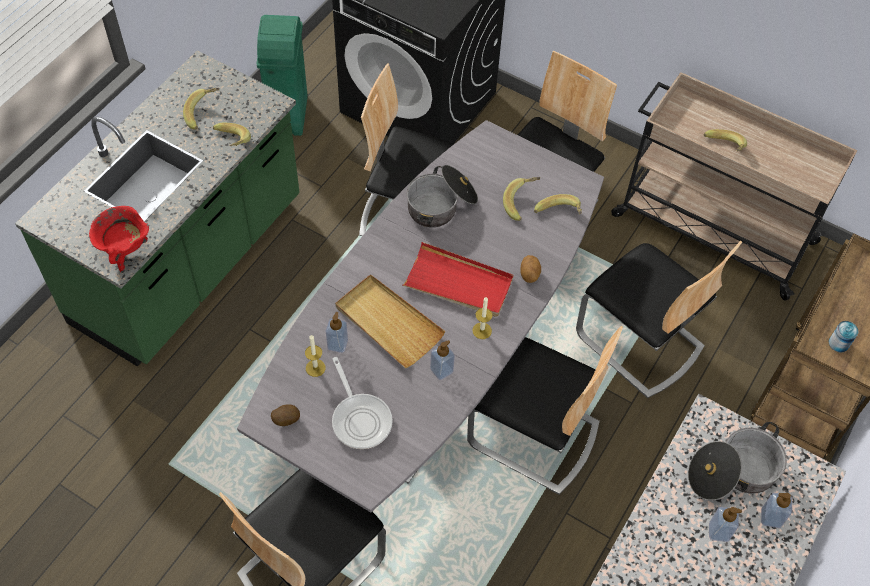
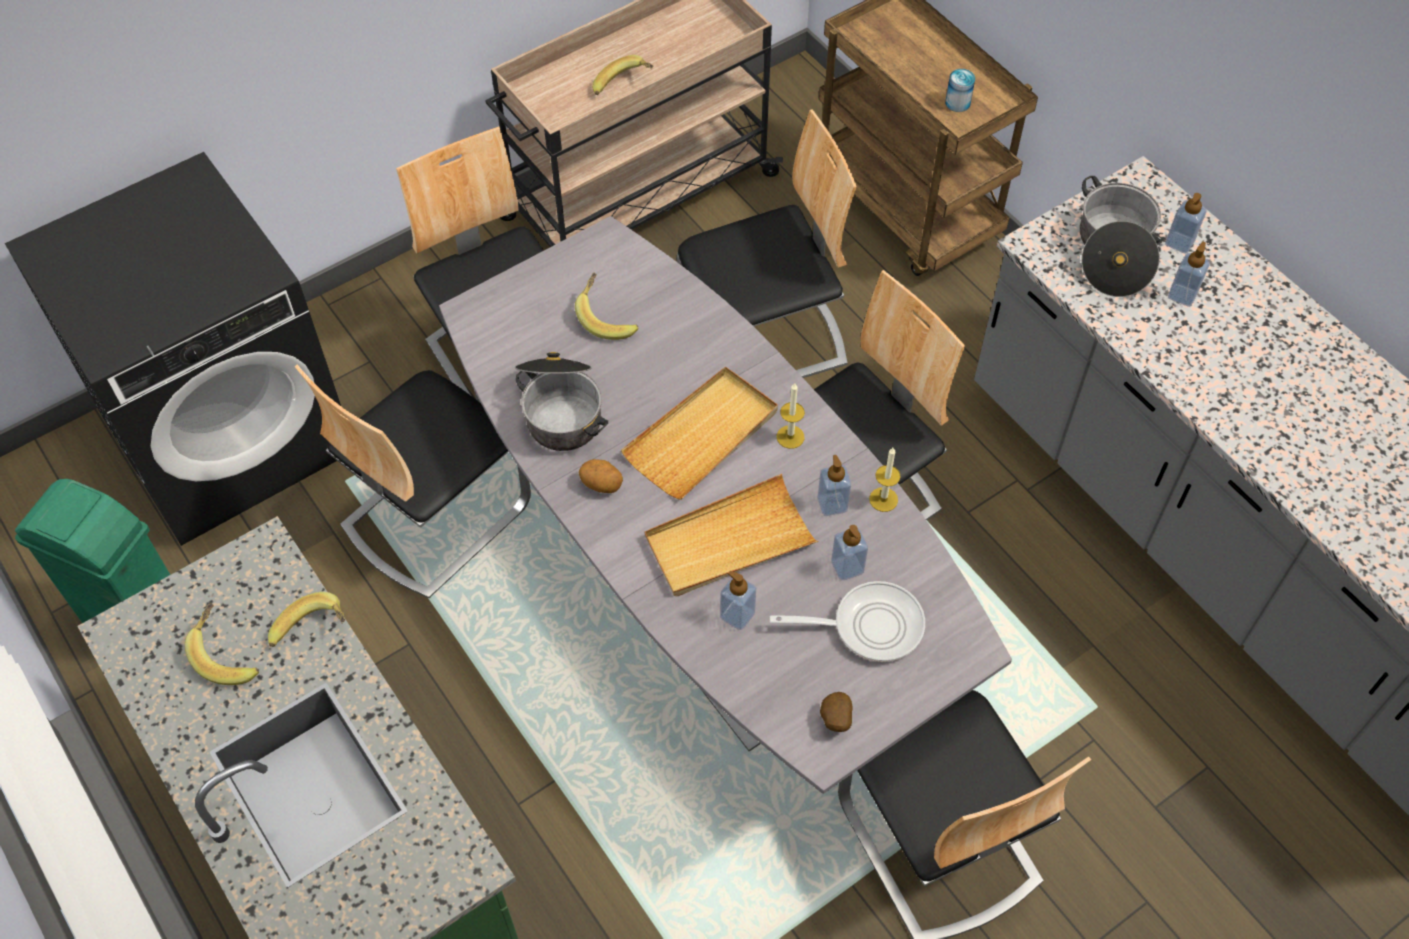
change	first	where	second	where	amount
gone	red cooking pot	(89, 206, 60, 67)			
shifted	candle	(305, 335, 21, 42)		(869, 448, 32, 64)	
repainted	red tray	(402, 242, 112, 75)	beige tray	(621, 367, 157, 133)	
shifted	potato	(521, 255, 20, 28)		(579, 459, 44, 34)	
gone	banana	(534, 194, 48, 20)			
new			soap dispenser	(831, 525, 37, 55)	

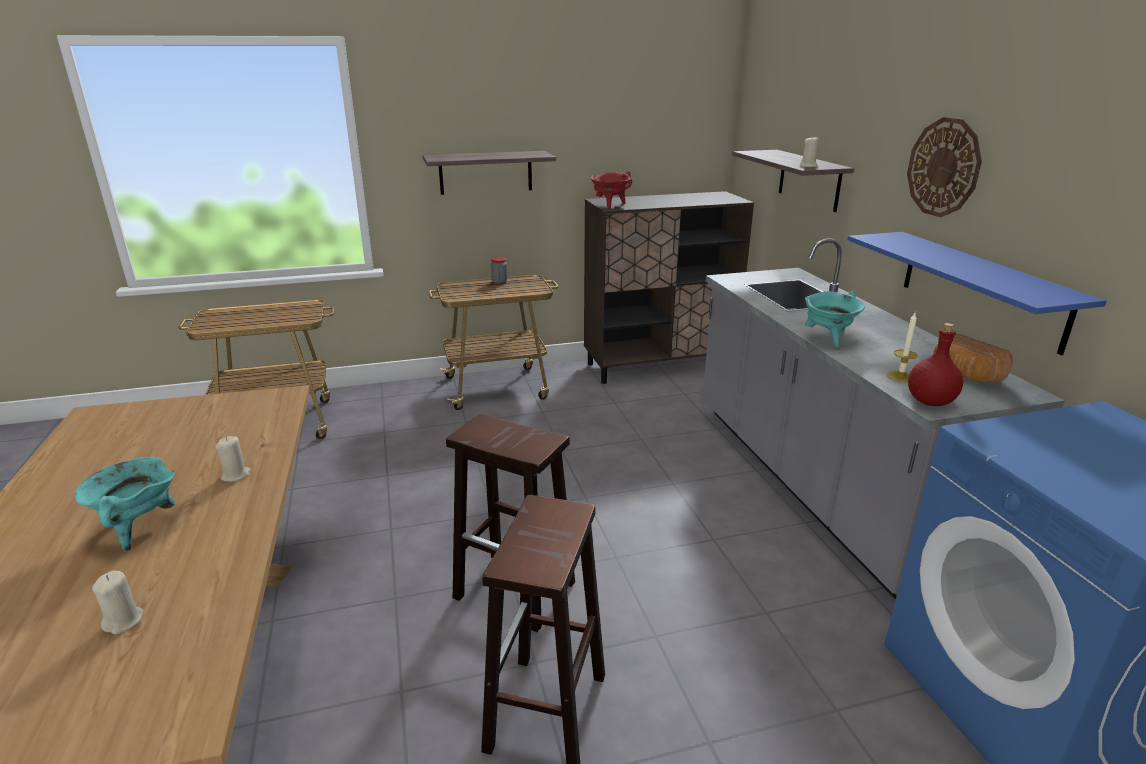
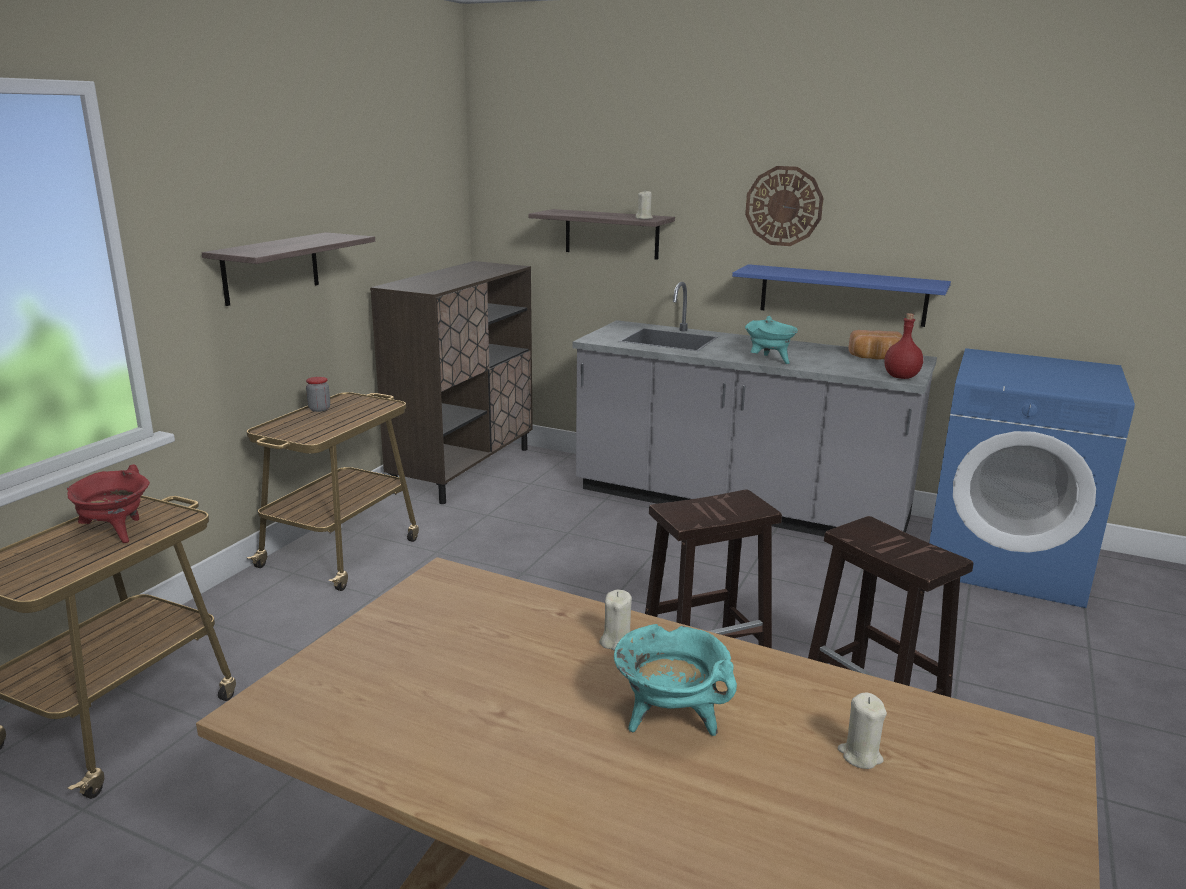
change	first	where	second	where	amount
shifted	red cooking pot	(590, 171, 42, 38)		(67, 464, 83, 79)	
gone	candle	(887, 313, 31, 69)			

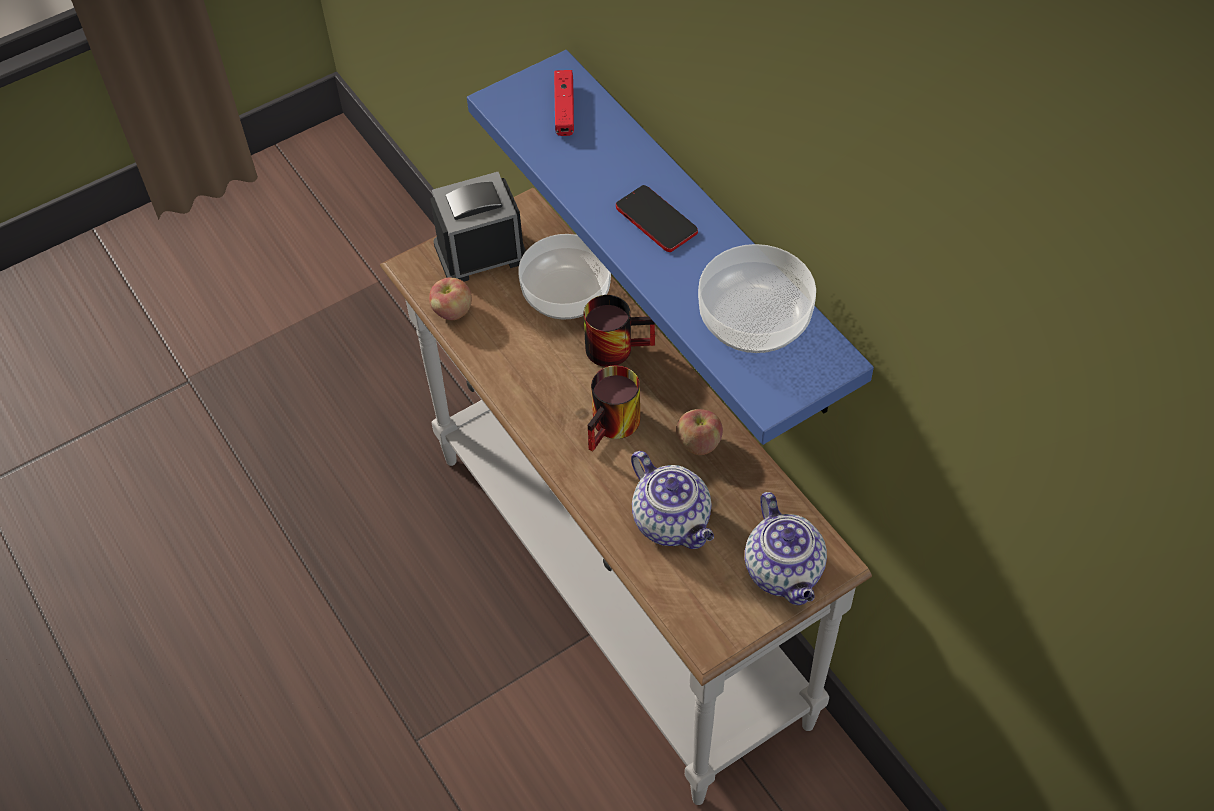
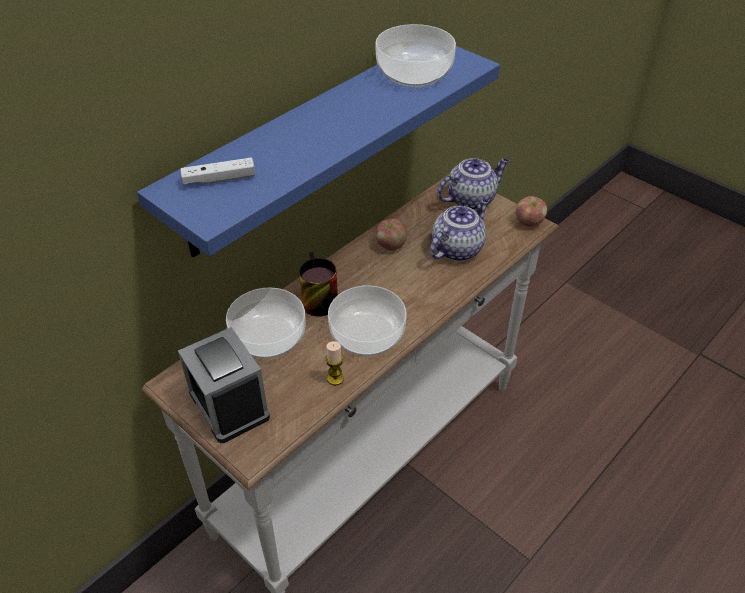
change	first	where	second	where	amount
shifted	apple	(429, 278, 43, 42)		(516, 196, 31, 31)	
repainted	red game controller	(554, 70, 20, 66)	white game controller	(180, 158, 75, 26)	
gone	mug	(588, 365, 52, 87)			
gone	phone	(616, 185, 82, 67)			
new			candle	(325, 341, 19, 44)	
new			bowl	(328, 285, 78, 71)	

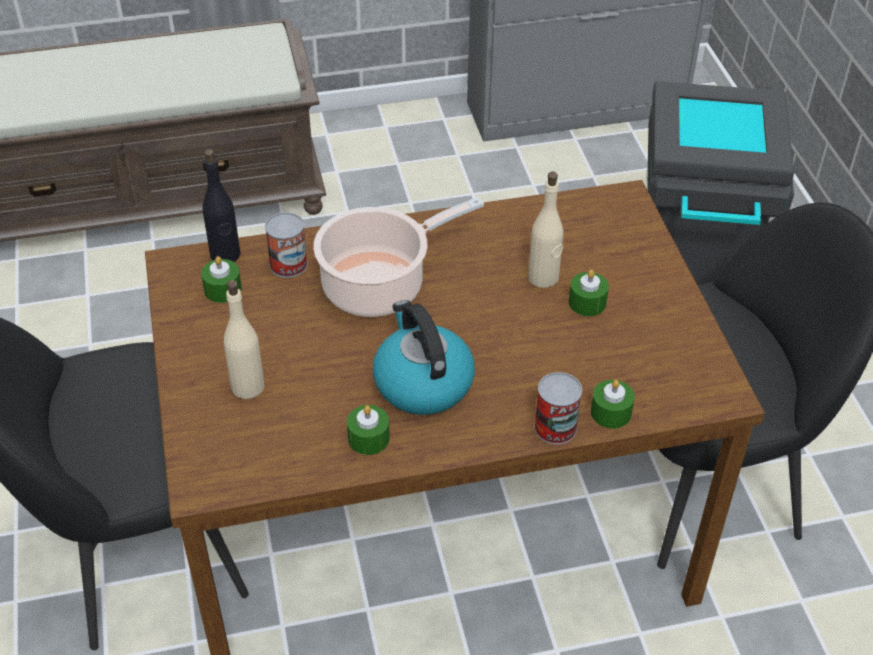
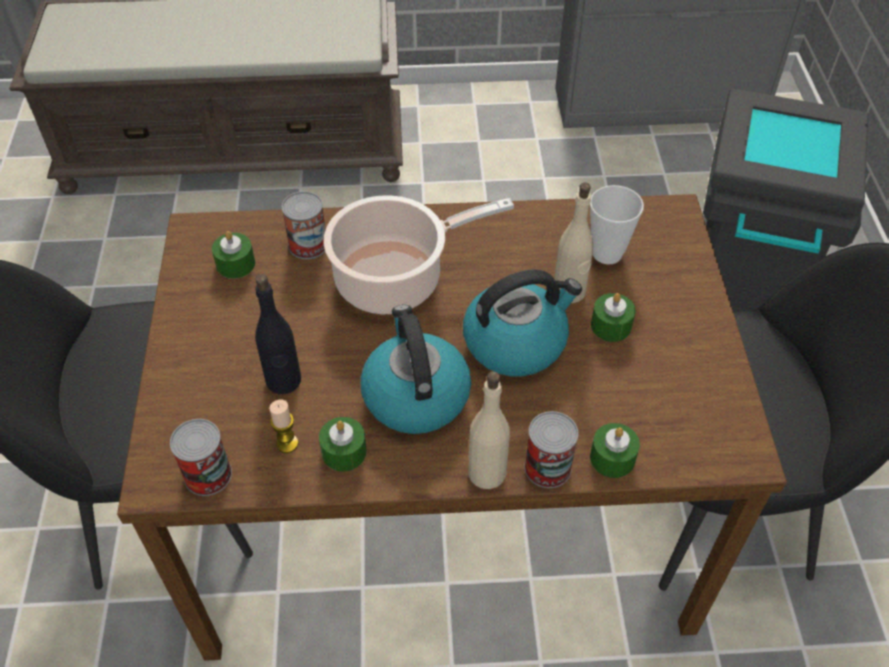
change	first	where	second	where	amount
shifted	black bottle	(202, 149, 39, 113)		(255, 274, 46, 120)	
shifted	beige bottle	(224, 280, 41, 119)		(468, 371, 42, 118)	
new			can	(170, 419, 62, 77)	
new			candle	(269, 399, 29, 54)	
new			kettle	(463, 269, 119, 107)	
new			cup	(590, 185, 54, 79)	

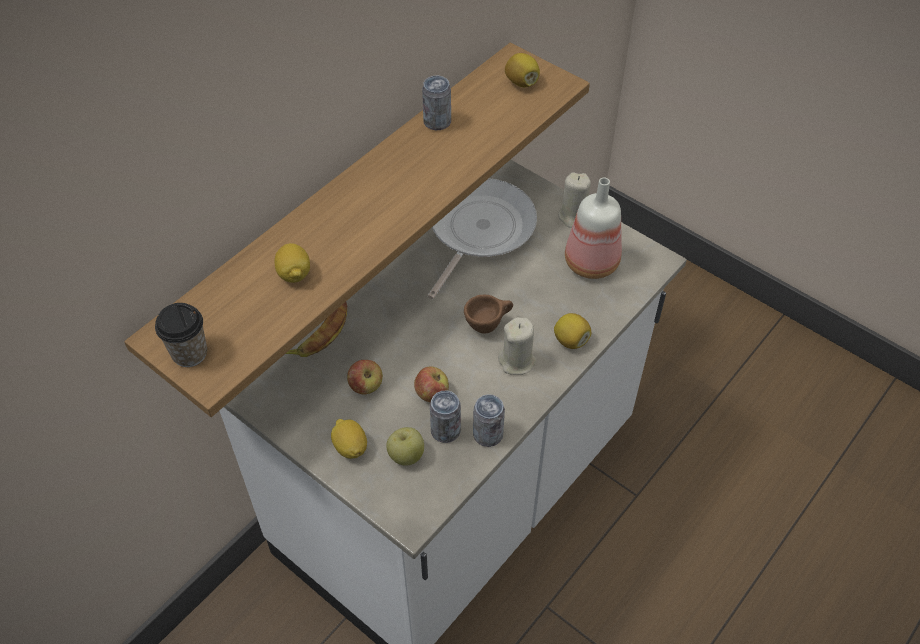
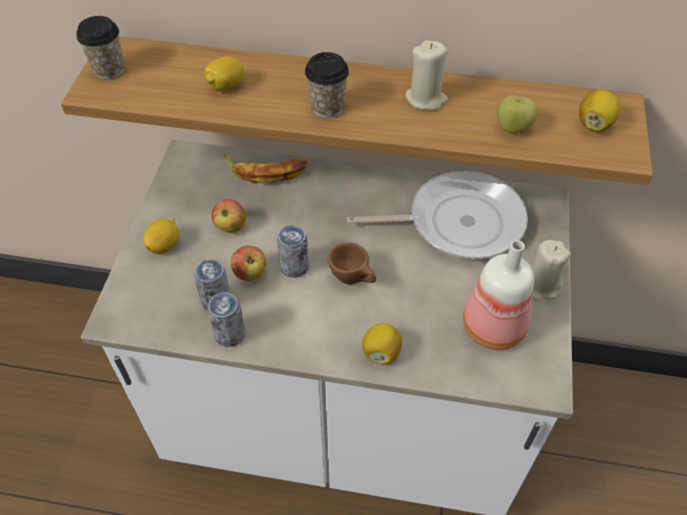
change	first	where	second	where	amount
shifted	apple	(386, 427, 38, 39)		(497, 95, 41, 38)	
shifted	can	(422, 76, 29, 54)		(277, 225, 32, 53)	
shifted	beige candle	(498, 317, 39, 58)		(405, 40, 43, 70)	
new			cup	(305, 52, 44, 66)	

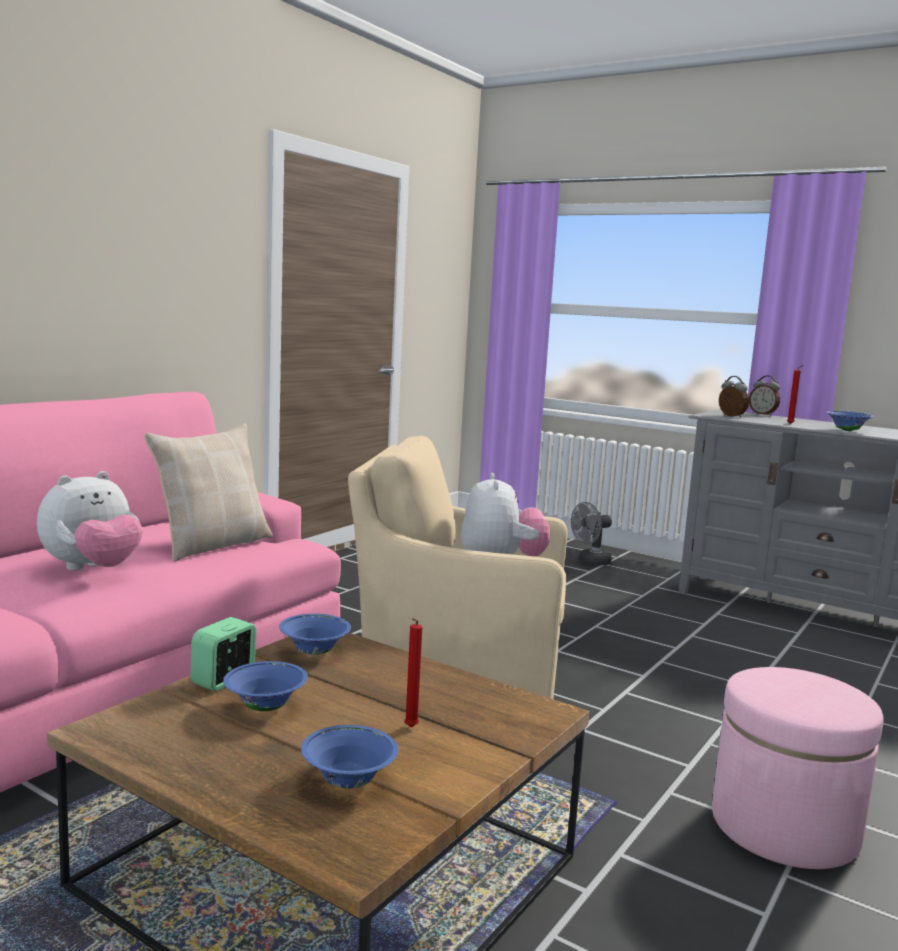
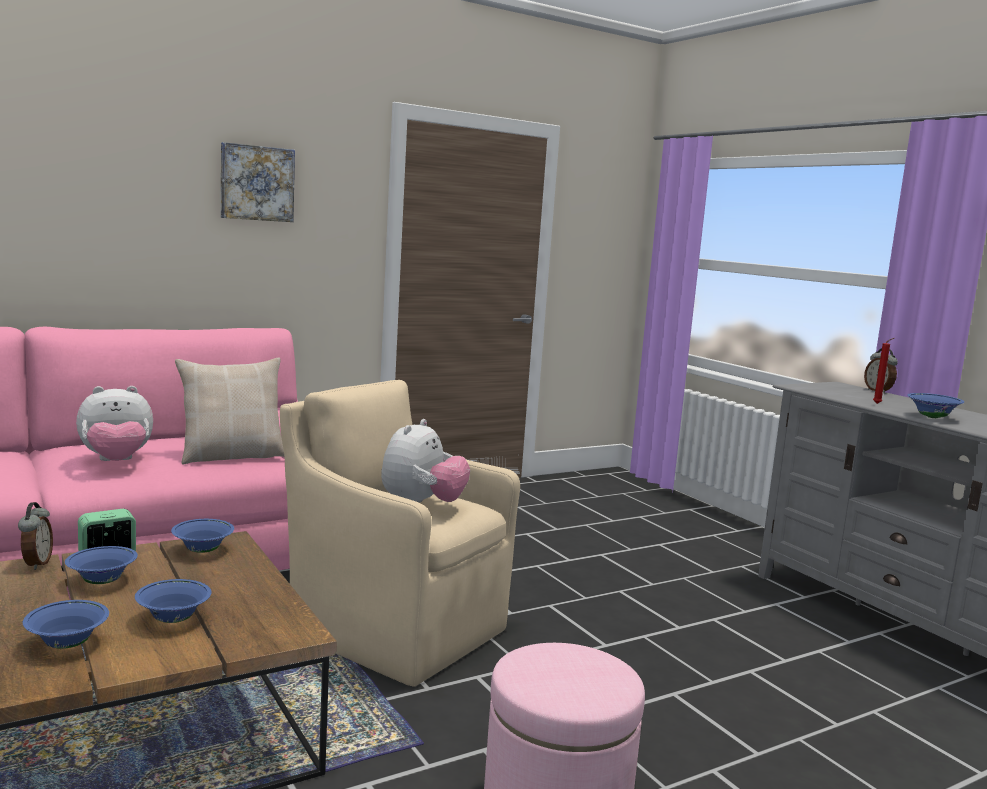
change	first	where	second	where	amount
swapped	red candle	(404, 618, 18, 109)	blue bowl	(135, 579, 77, 44)	
gone	grey fan	(571, 502, 41, 64)			
shifted	alarm clock	(719, 376, 30, 42)		(18, 502, 35, 68)	
new			picture	(221, 142, 74, 80)	

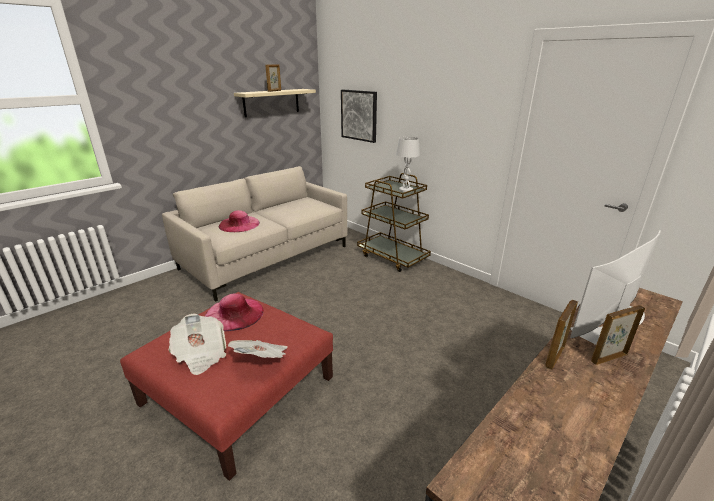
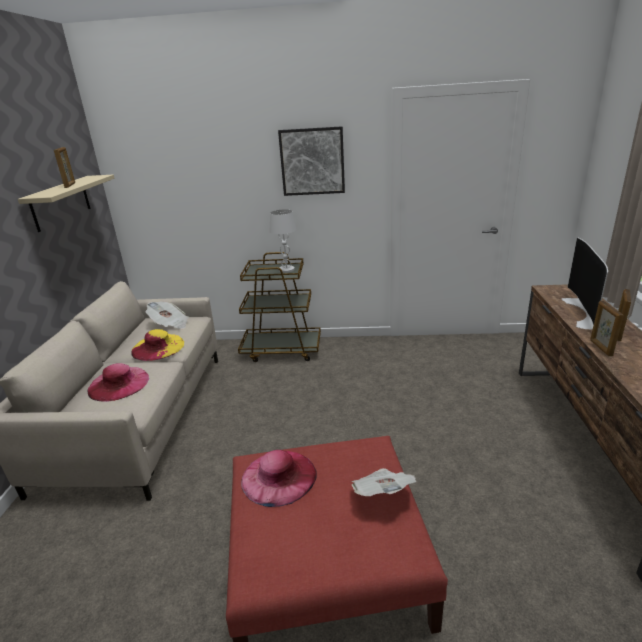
change	first	where	second	where	amount
shifted	newspaper	(168, 313, 58, 62)		(146, 301, 43, 28)	
shifted	picture	(341, 90, 36, 53)		(278, 126, 67, 70)	
new			yellow hat	(131, 329, 53, 32)	

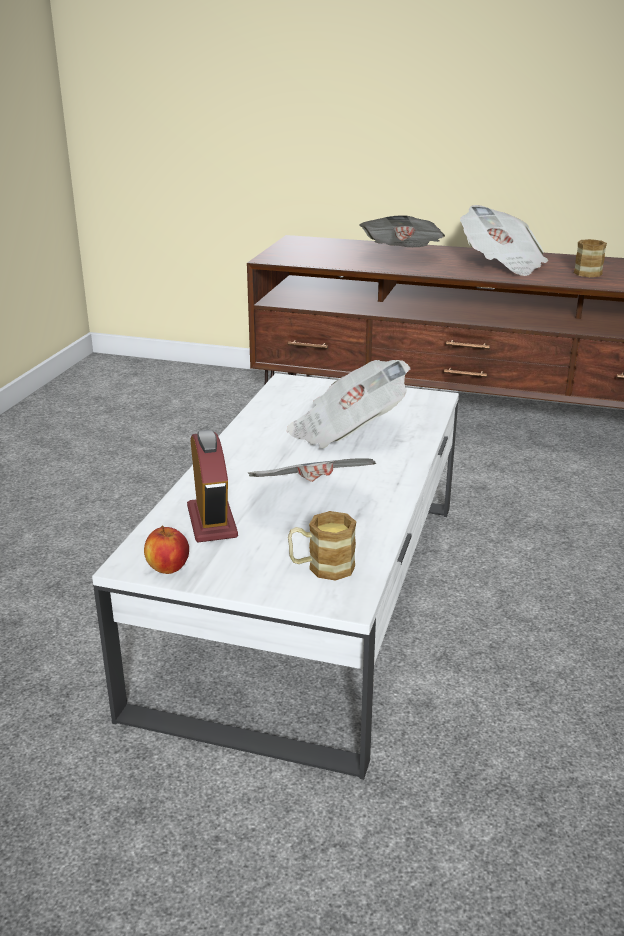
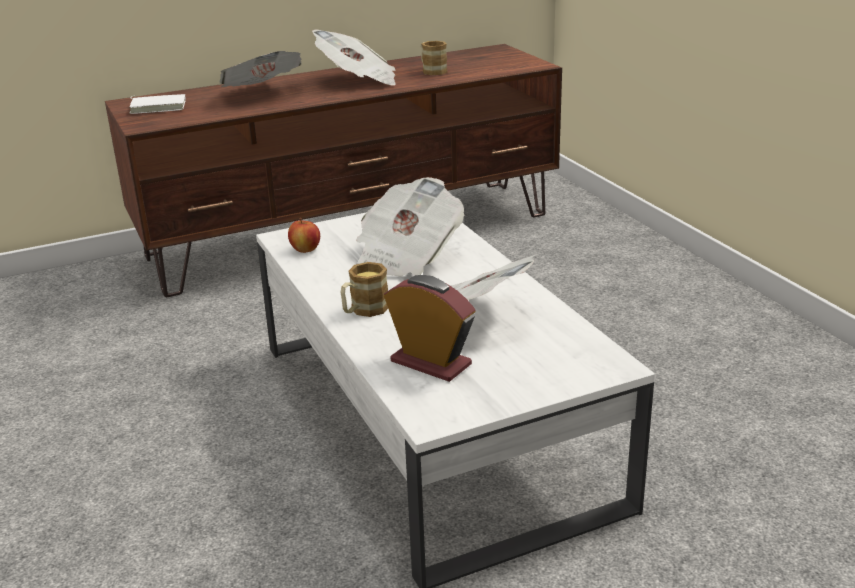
change	first	where	second	where	amount
shifted	apple	(144, 525, 45, 49)		(288, 218, 32, 35)	
shifted	mug	(288, 511, 68, 70)		(340, 262, 48, 55)	
new			white book	(129, 94, 57, 20)	

